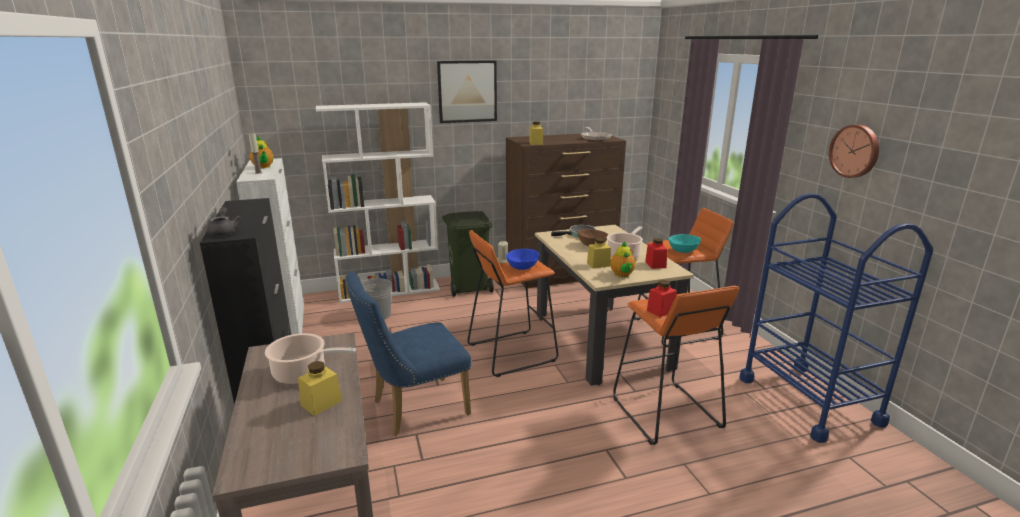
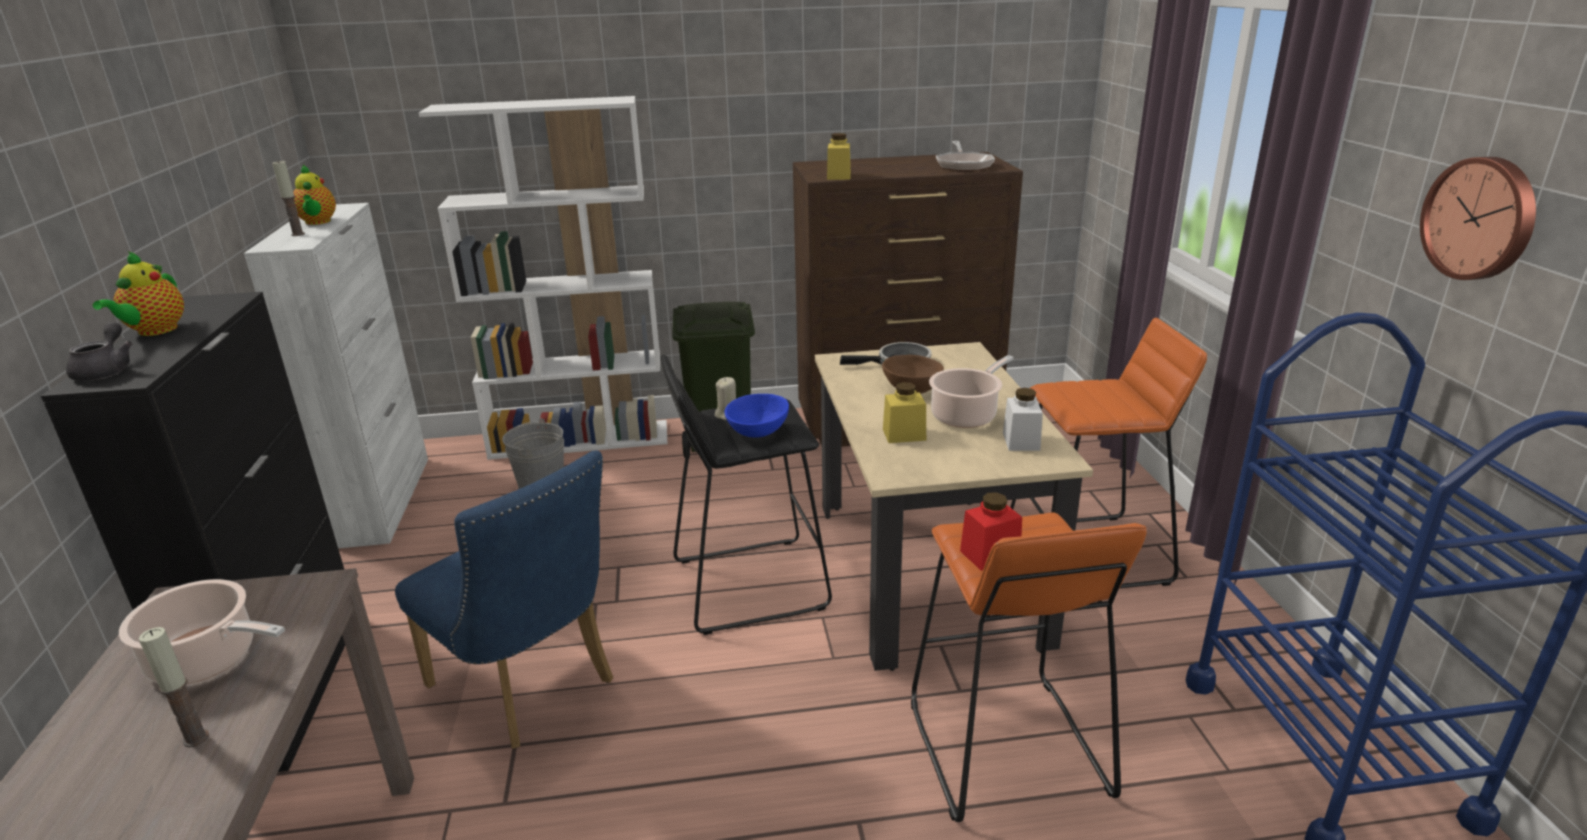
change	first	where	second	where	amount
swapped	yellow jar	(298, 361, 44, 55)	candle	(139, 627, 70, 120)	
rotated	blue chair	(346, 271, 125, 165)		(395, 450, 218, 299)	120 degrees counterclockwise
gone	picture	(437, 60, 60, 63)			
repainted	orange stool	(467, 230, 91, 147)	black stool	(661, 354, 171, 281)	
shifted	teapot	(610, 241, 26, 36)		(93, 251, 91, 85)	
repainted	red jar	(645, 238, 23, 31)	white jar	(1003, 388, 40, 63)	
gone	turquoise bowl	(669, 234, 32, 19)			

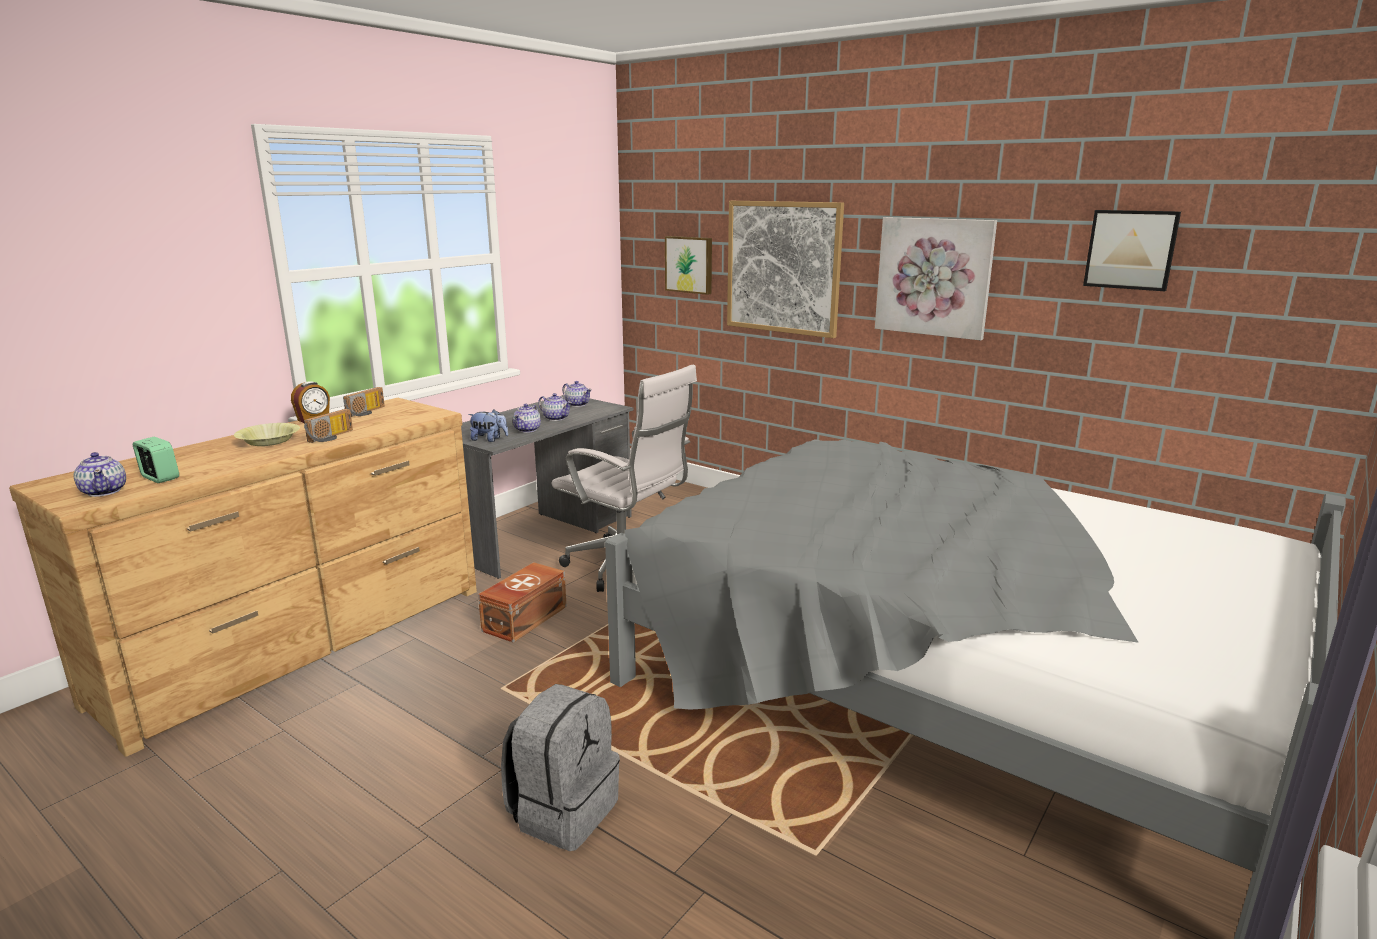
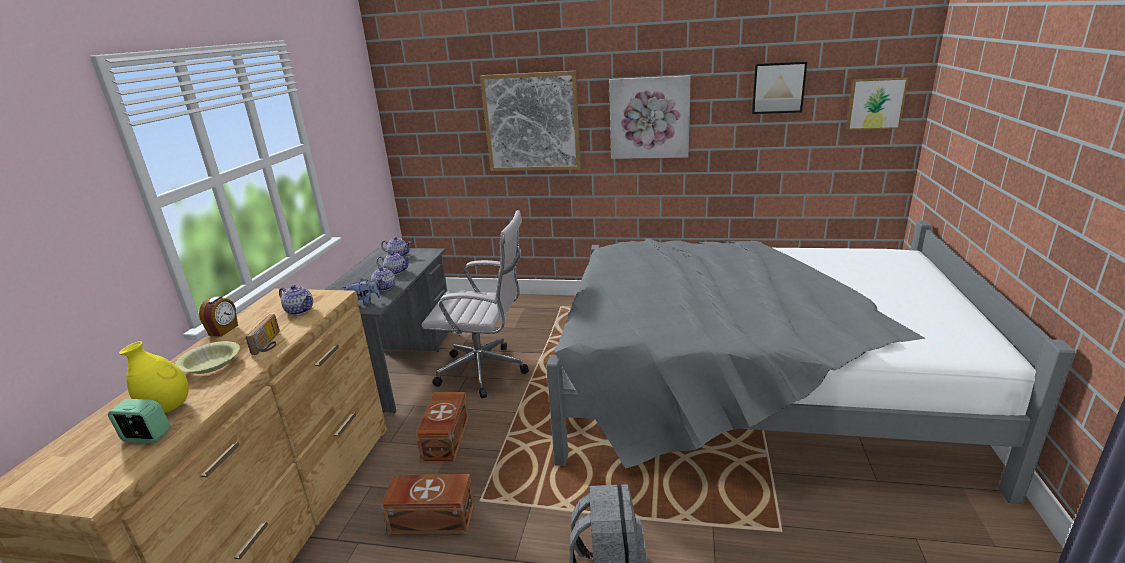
change	first	where	second	where	amount
shifted	teapot	(74, 452, 52, 45)		(279, 285, 34, 30)	
gone	radio	(343, 387, 42, 30)			
shifted	picture	(665, 236, 47, 59)		(846, 77, 62, 53)	
new			yellow vase	(119, 341, 70, 72)	
new			brown storage box	(381, 474, 93, 61)	

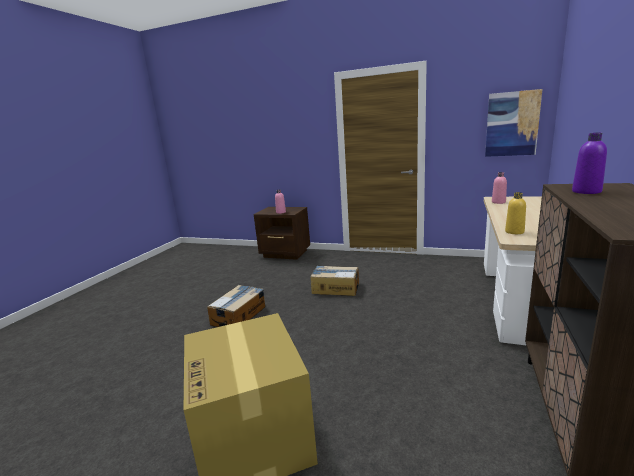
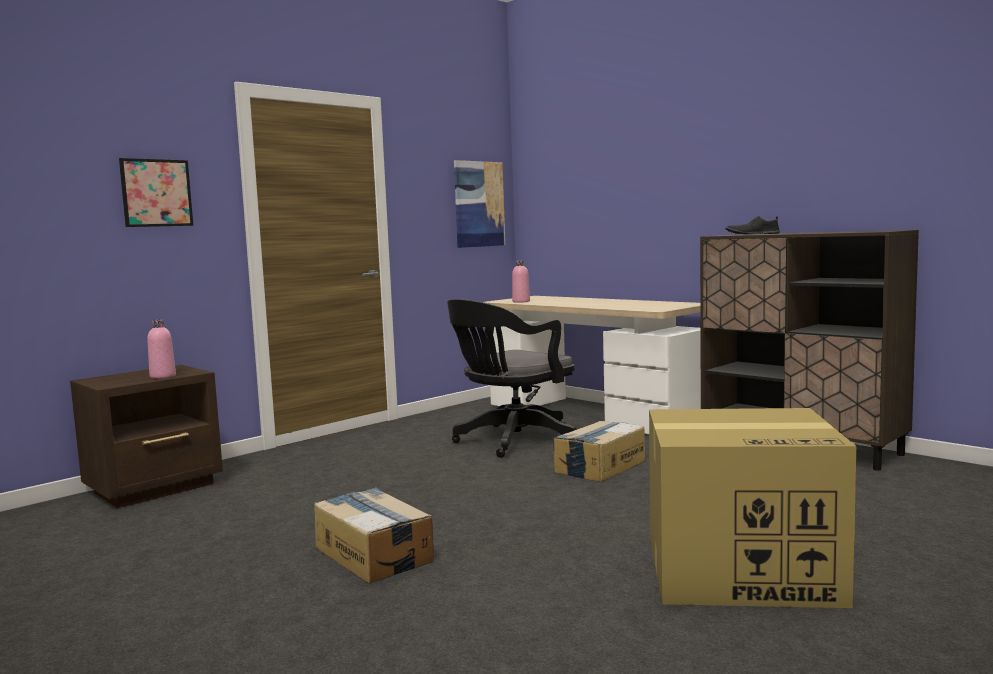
change	first	where	second	where	amount
shifted	cardboard box	(310, 265, 49, 31)		(552, 421, 94, 61)	
gone	yellow bottle	(505, 192, 21, 42)			
swapped	purple bottle	(572, 133, 35, 61)	black shoe	(726, 216, 54, 18)	
new			picture	(119, 158, 74, 69)	
new			black office chair	(447, 299, 130, 159)	

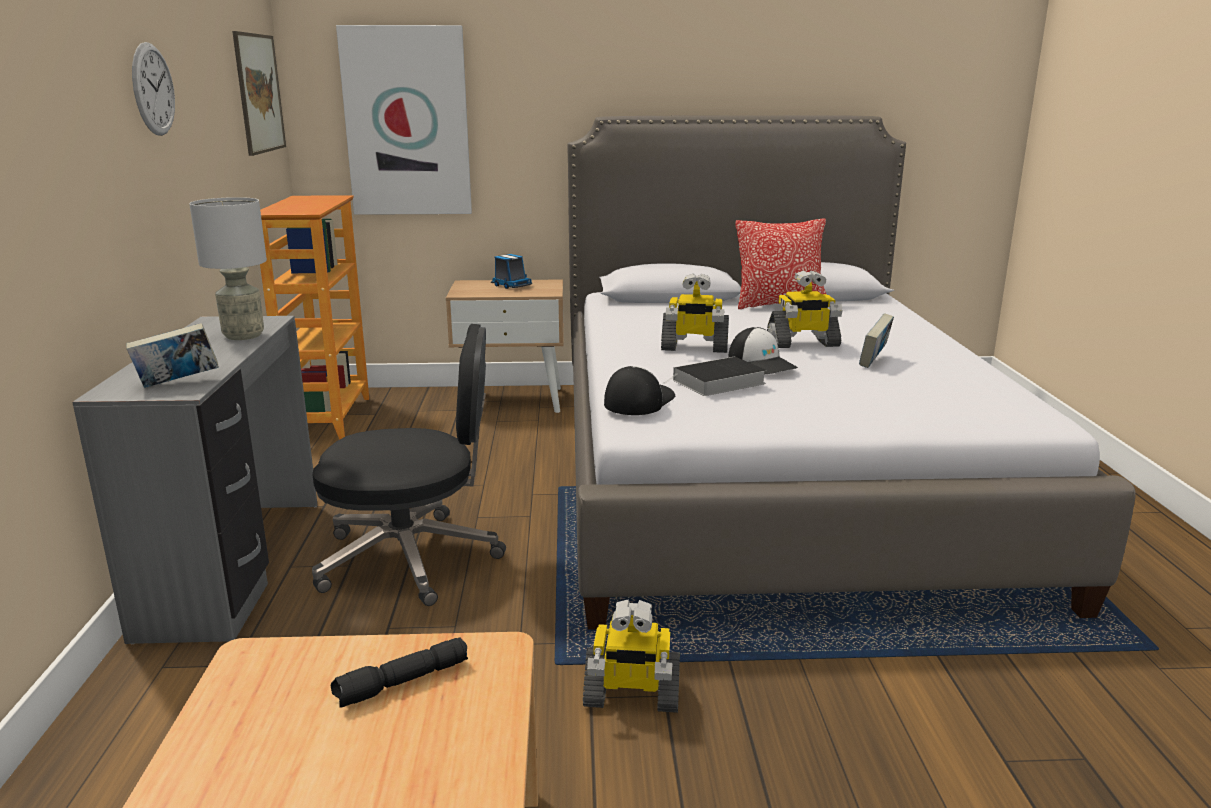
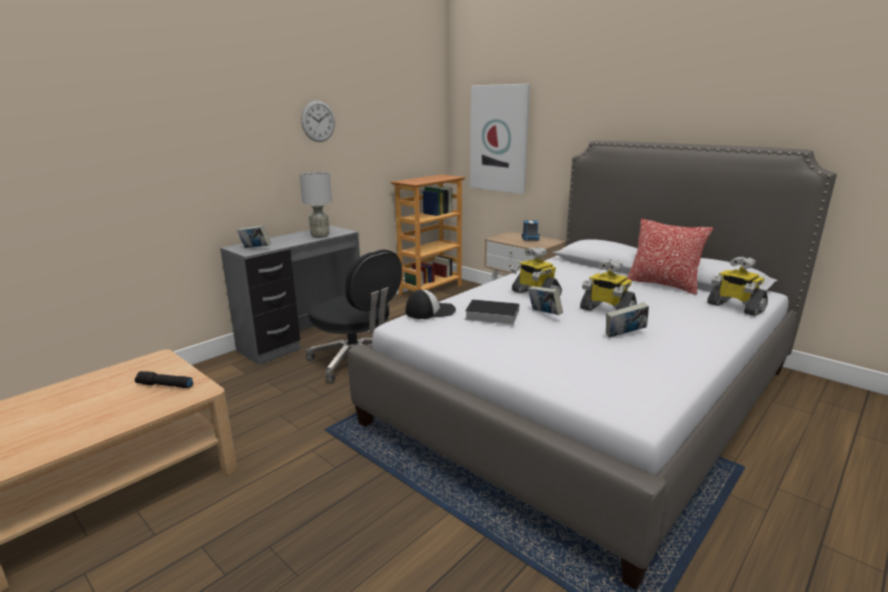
change	first	where	second	where	amount
gone	picture	(232, 31, 54, 125)			
shifted	toy robot	(583, 599, 97, 114)		(707, 256, 61, 60)	
swapped	cap	(728, 327, 70, 47)	book	(528, 286, 35, 29)	

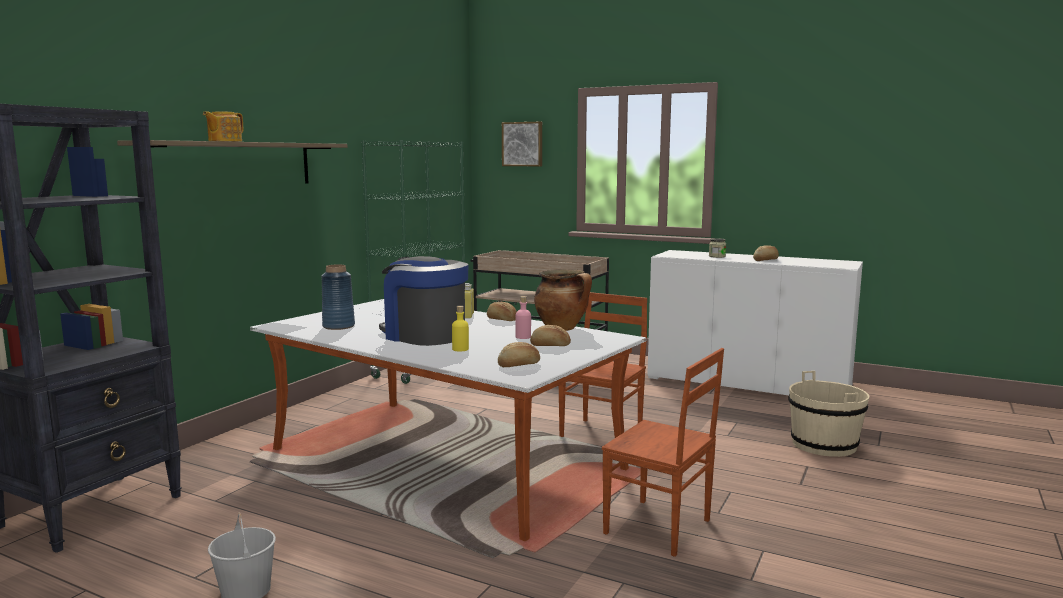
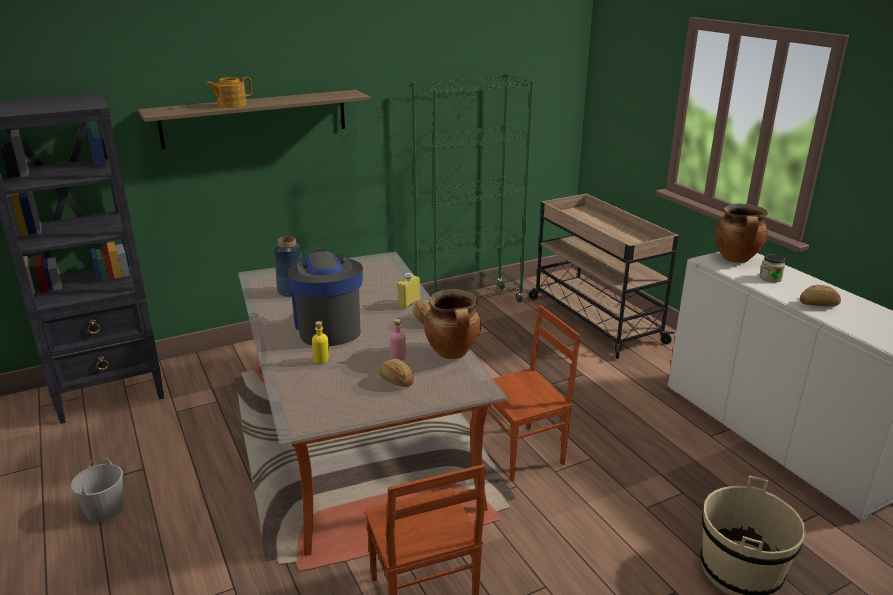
change	first	where	second	where	amount
gone	bread	(498, 342, 42, 25)			
gone	picture	(502, 122, 40, 44)			
new			cooking pot	(715, 204, 53, 59)	

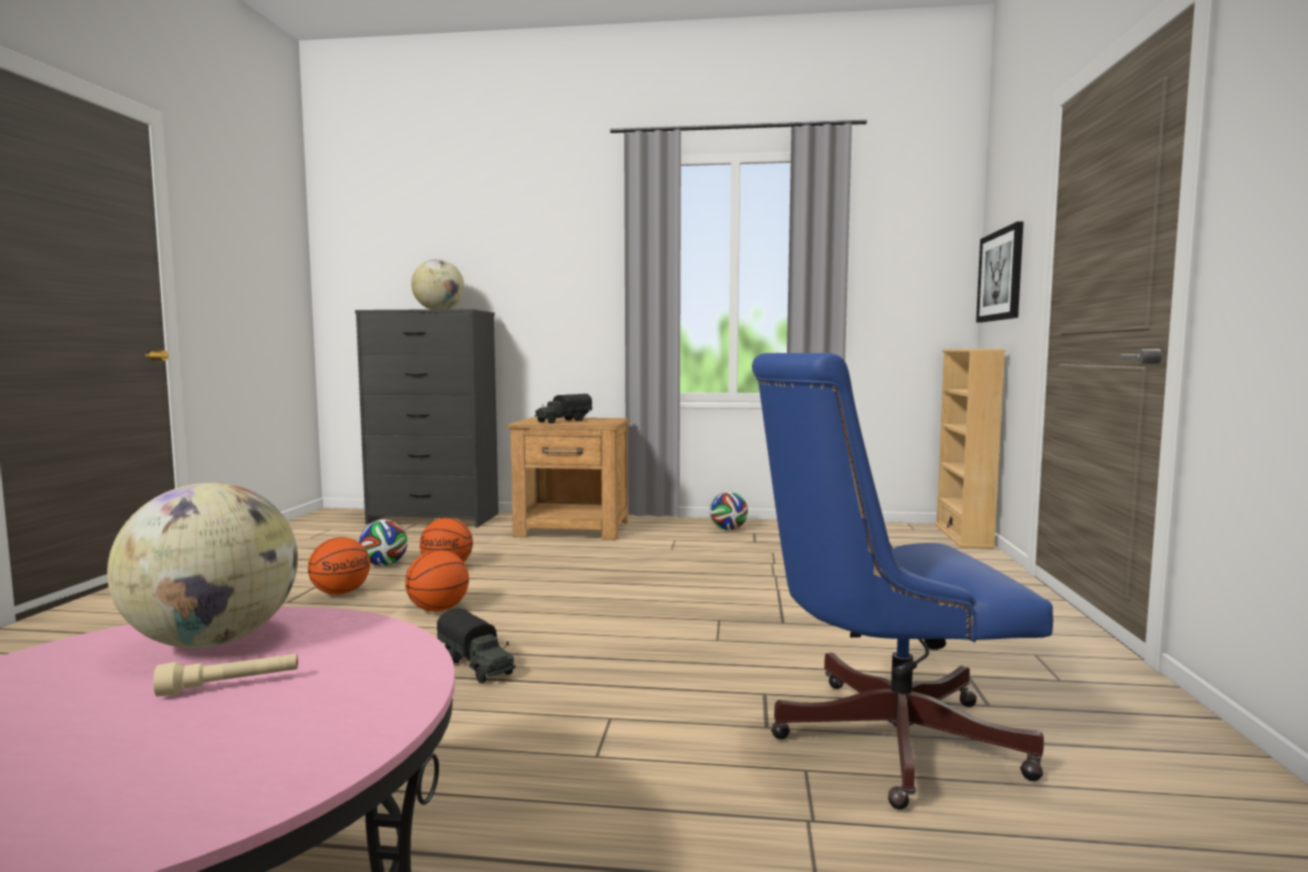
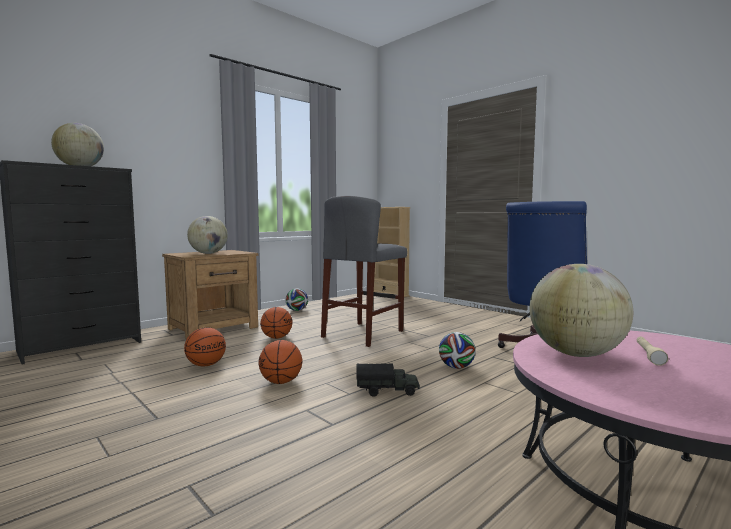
change	first	where	second	where	amount
shifted	basketball	(308, 537, 62, 58)		(260, 307, 33, 32)	
shifted	football	(359, 519, 49, 47)		(439, 332, 37, 37)	
swapped	toy truck	(534, 394, 58, 29)	globe	(187, 216, 41, 38)	
gone	picture	(976, 221, 48, 101)			
new			grey stool	(321, 196, 86, 151)	

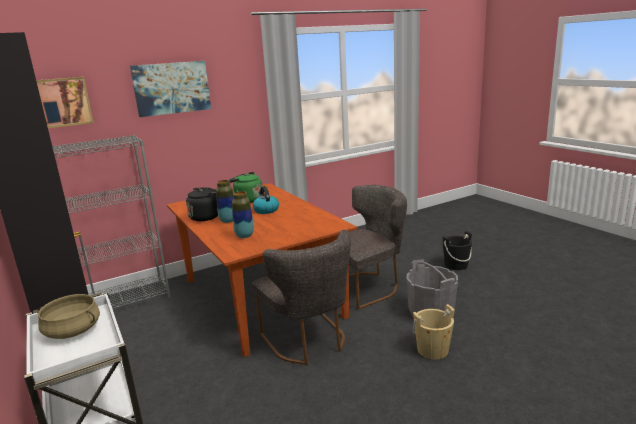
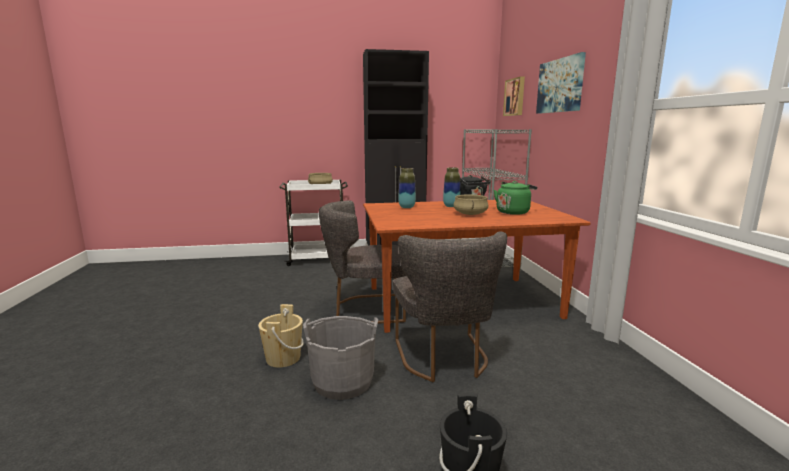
change	first	where	second	where	amount
swapped	kettle	(253, 186, 26, 28)	beige cooking pot	(454, 194, 34, 21)	

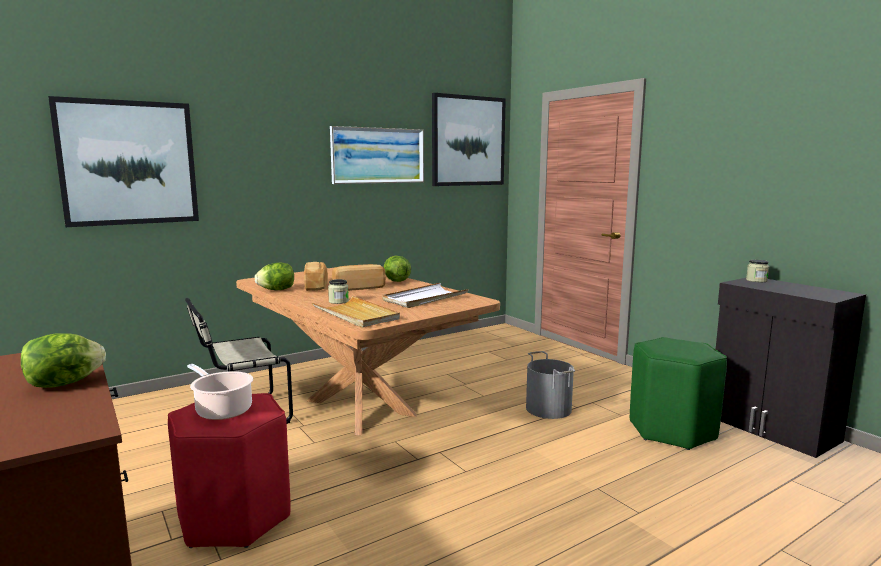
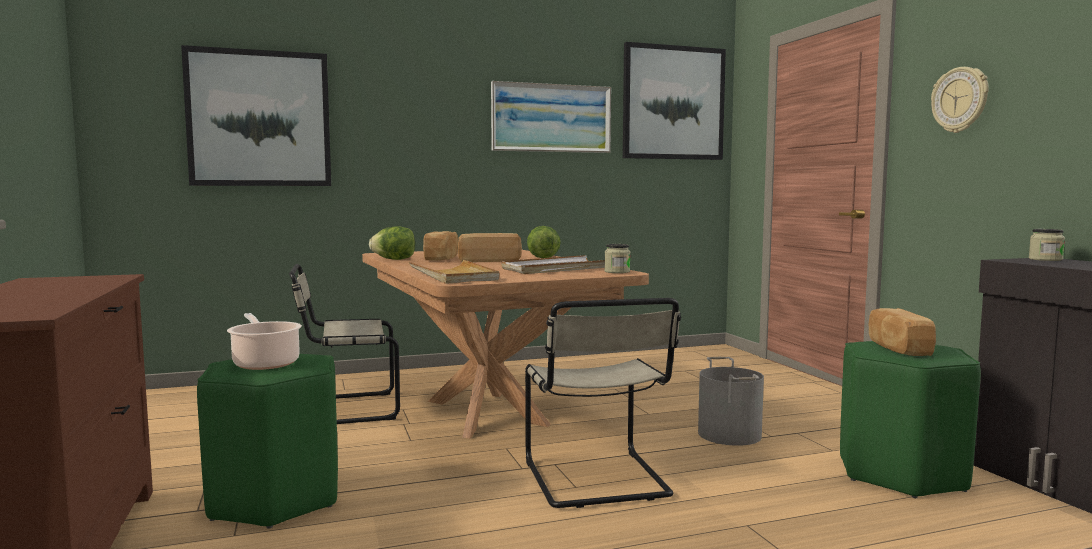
change	first	where	second	where	amount
gone	lettuce	(21, 334, 85, 54)			
repainted	red stool	(168, 393, 123, 155)	green stool	(197, 354, 141, 175)	
shifted	jar	(328, 279, 21, 25)		(604, 244, 26, 29)	
new			beige chair	(525, 298, 156, 210)	
new			bread	(869, 308, 67, 48)	
new			wall clock	(931, 67, 58, 66)	

